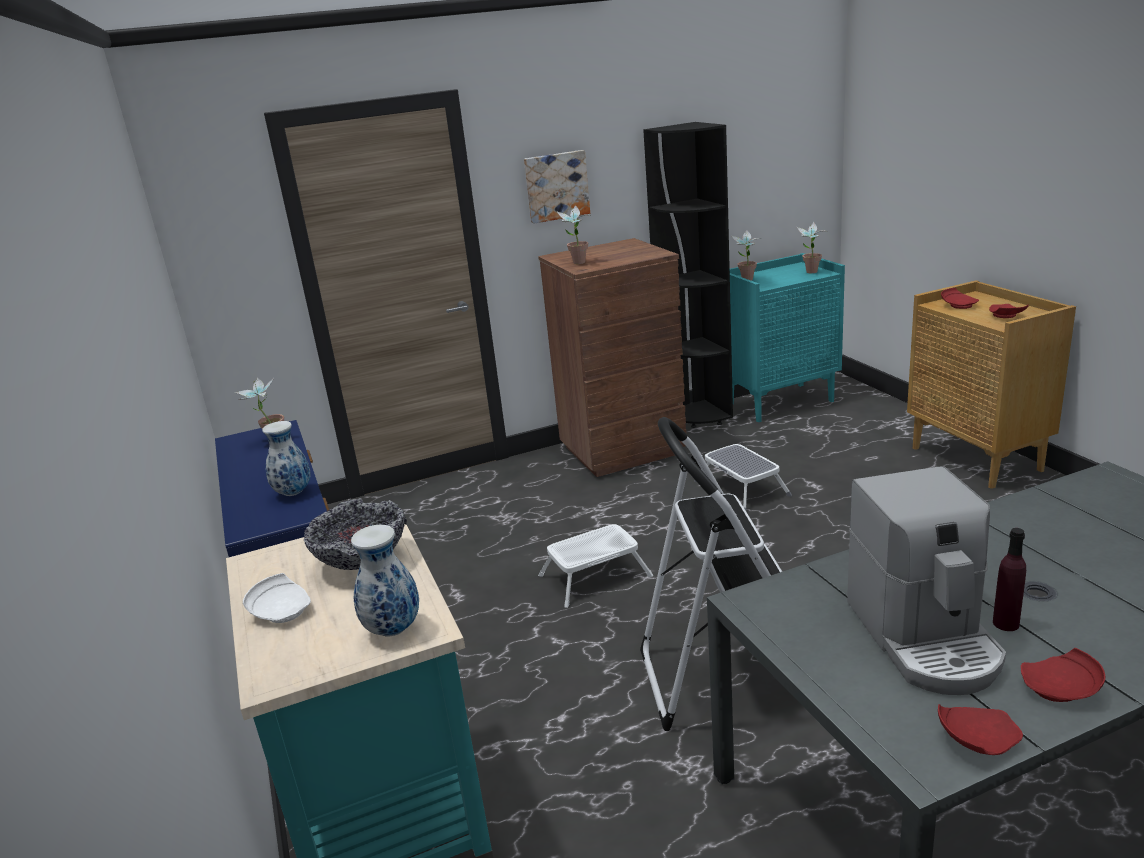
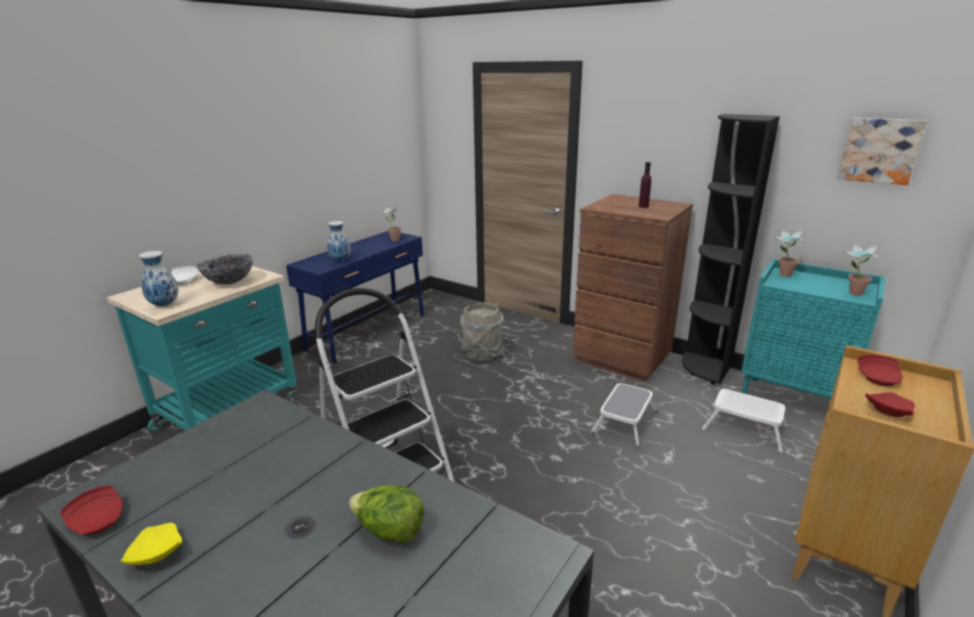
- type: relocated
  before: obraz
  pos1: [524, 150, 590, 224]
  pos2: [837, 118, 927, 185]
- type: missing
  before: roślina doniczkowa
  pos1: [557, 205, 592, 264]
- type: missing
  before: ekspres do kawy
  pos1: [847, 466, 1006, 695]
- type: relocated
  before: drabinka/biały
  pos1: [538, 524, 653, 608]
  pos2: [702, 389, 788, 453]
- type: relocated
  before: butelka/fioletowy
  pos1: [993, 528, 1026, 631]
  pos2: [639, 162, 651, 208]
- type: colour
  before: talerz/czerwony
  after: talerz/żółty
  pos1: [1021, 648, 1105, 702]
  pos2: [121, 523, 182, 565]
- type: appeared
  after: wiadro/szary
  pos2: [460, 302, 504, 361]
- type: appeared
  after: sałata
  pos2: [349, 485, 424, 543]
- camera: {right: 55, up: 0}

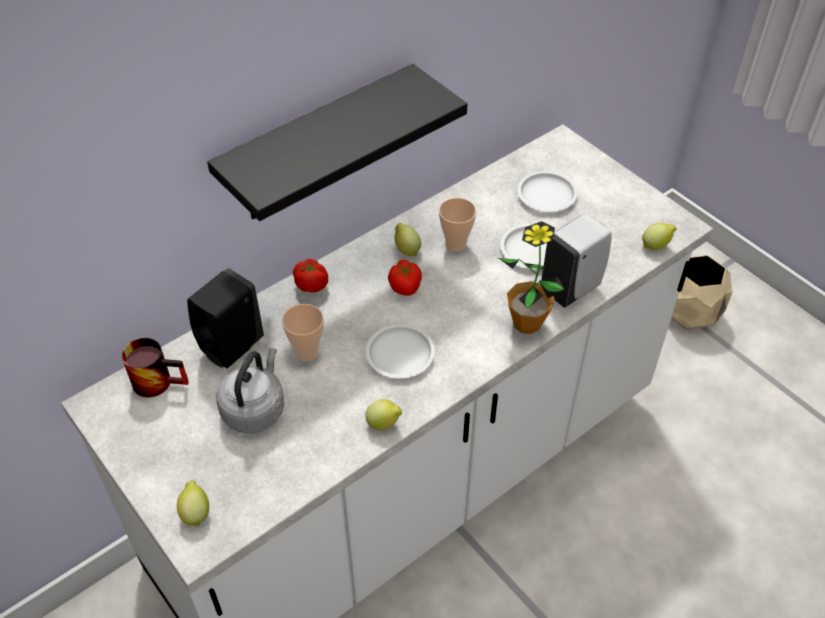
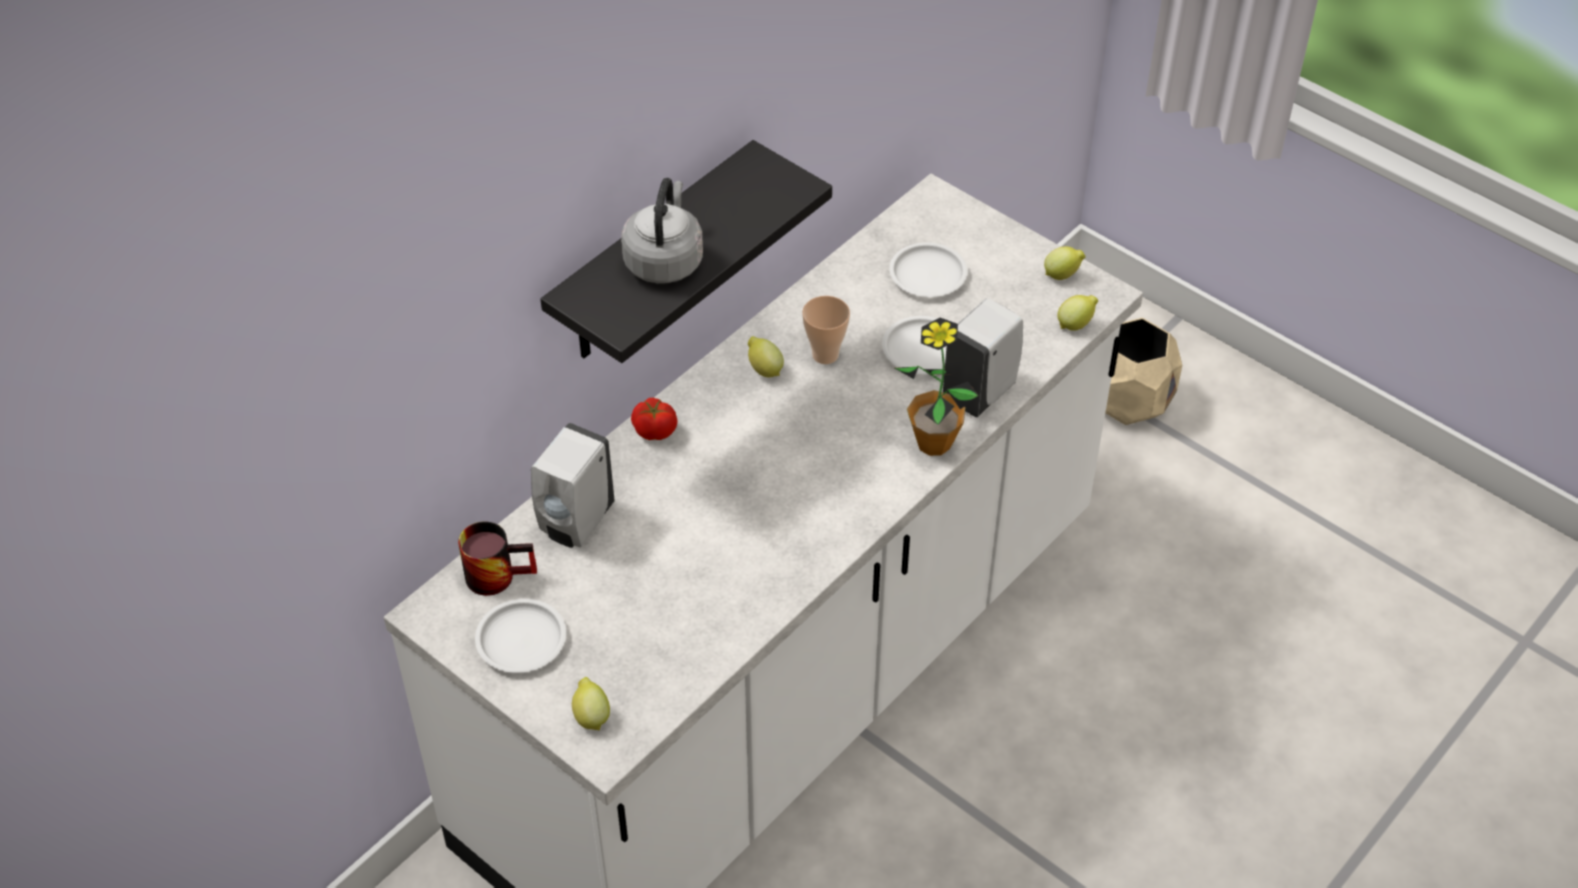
- type: missing
  before: pomidor
  pos1: [388, 260, 422, 296]
- type: colour
  before: dozownik mydła/czarny
  after: dozownik mydła/biały
  pos1: [187, 268, 264, 369]
  pos2: [531, 423, 615, 548]
- type: missing
  before: filiżanka
  pos1: [282, 304, 324, 361]
- type: relocated
  before: talerz/biały
  pos1: [366, 324, 435, 378]
  pos2: [475, 599, 566, 673]
- type: relocated
  before: czajnik/szary
  pos1: [216, 348, 284, 433]
  pos2: [621, 178, 703, 283]
- type: relocated
  before: cytryna
  pos1: [365, 400, 402, 430]
  pos2: [1044, 246, 1086, 280]
- camera: {right: -10, up: 0}

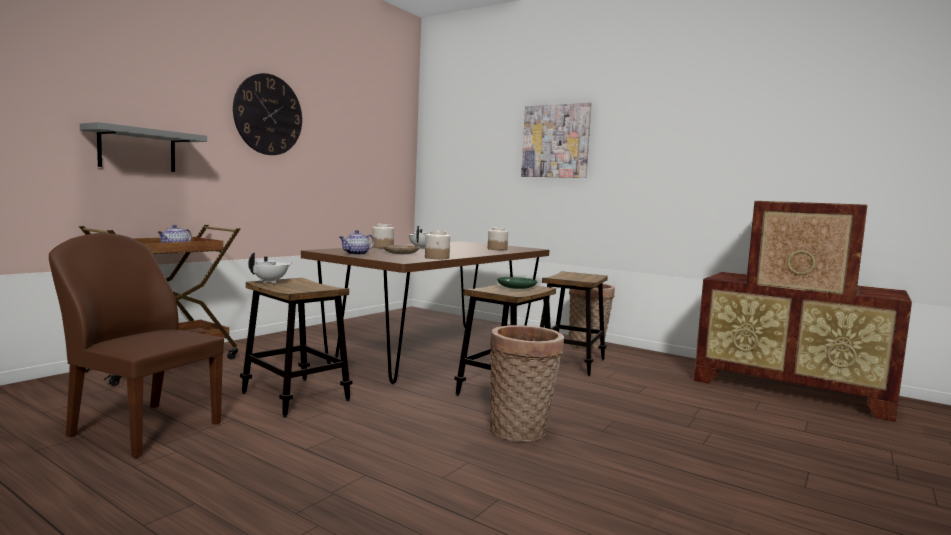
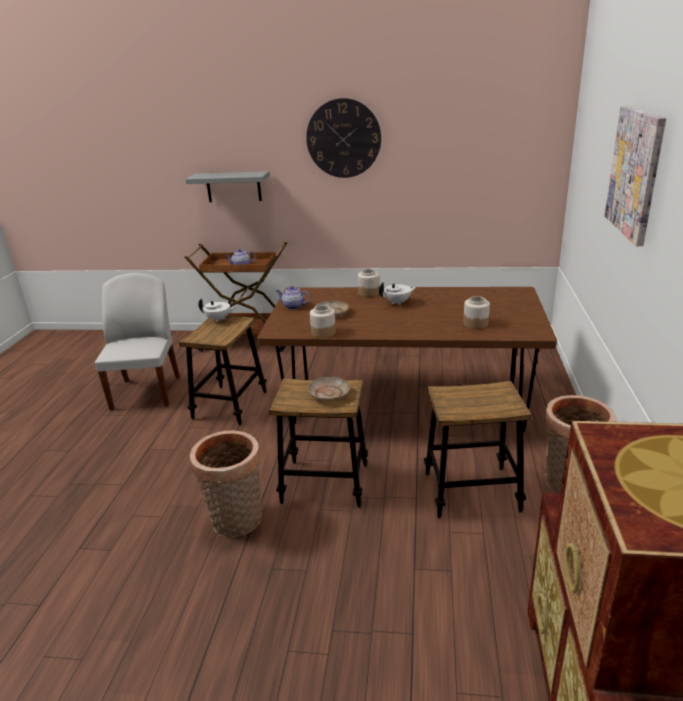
- type: colour
  before: krzesło/brązowy
  after: krzesło/biały
  pos1: [49, 233, 224, 458]
  pos2: [95, 273, 180, 411]
- type: colour
  before: talerz/zielony
  after: talerz/beżowy
  pos1: [497, 277, 537, 289]
  pos2: [308, 377, 350, 401]
- camera: {right: 65, up: 20}

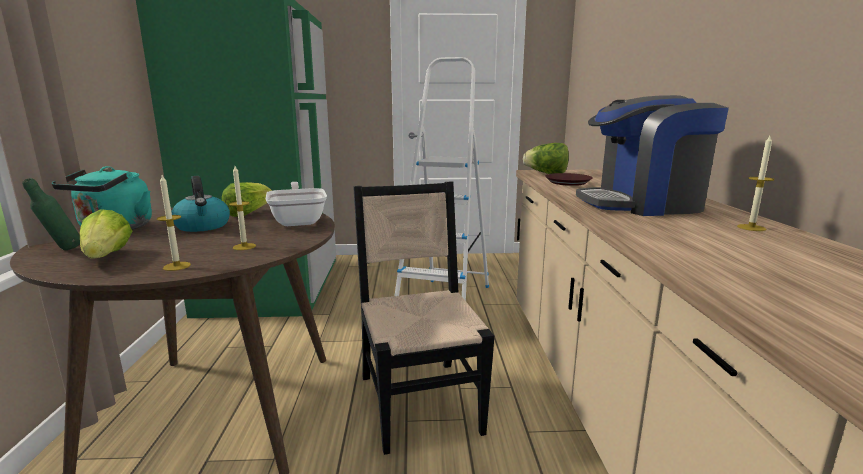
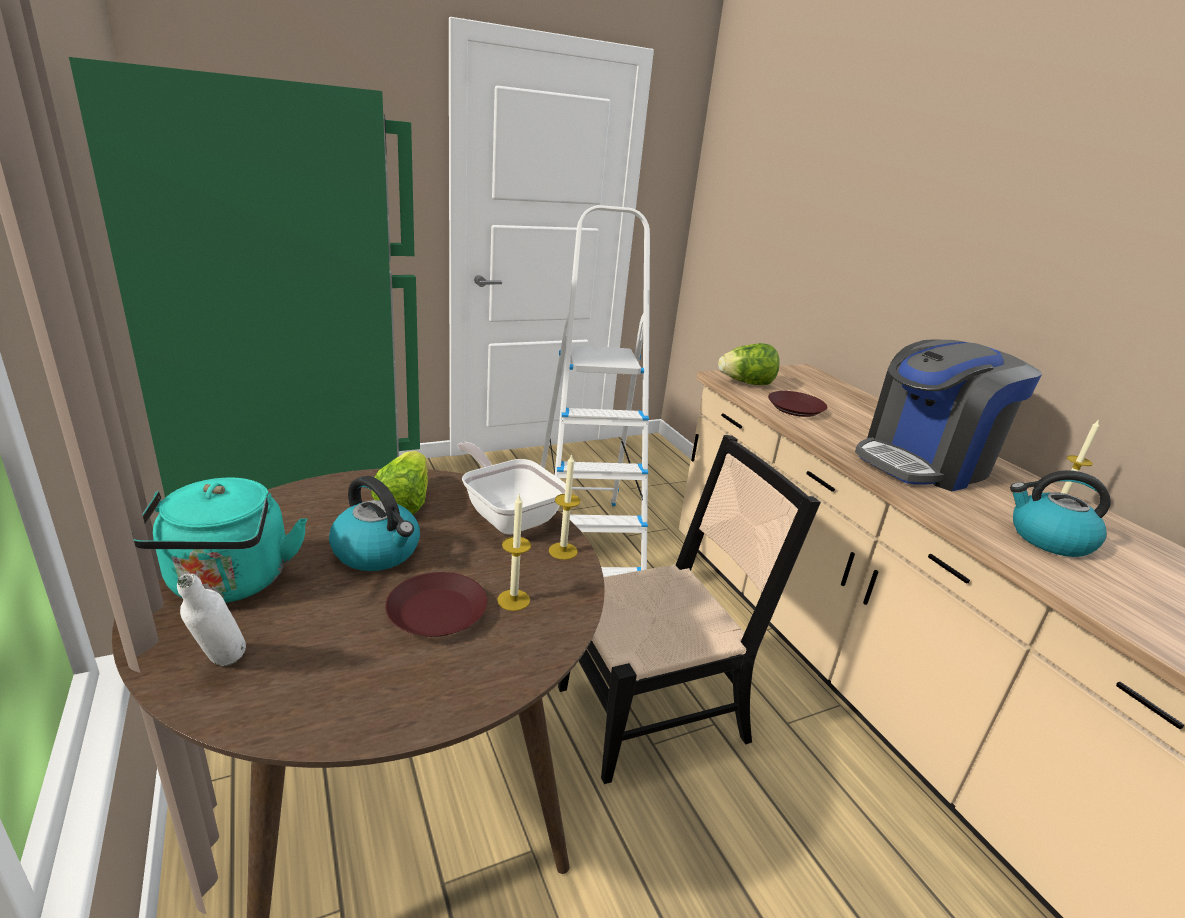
- type: relocated
  before: świeca
  pos1: [157, 175, 191, 271]
  pos2: [549, 454, 580, 560]
- type: colour
  before: butelka/zielony
  after: butelka/biały
  pos1: [22, 178, 80, 250]
  pos2: [177, 574, 246, 666]
- type: spun
  before: krzesło
  pos1: [353, 181, 494, 455]
  pos2: [558, 435, 821, 784]
  turn: 105
- type: missing
  before: sałata
  pos1: [80, 209, 132, 259]
- type: appeared
  after: czajnik
  pos2: [1010, 470, 1111, 557]
- type: appeared
  after: talerz/brązowy
  pos2: [385, 572, 487, 637]
- camera: {right: -25, up: 10}

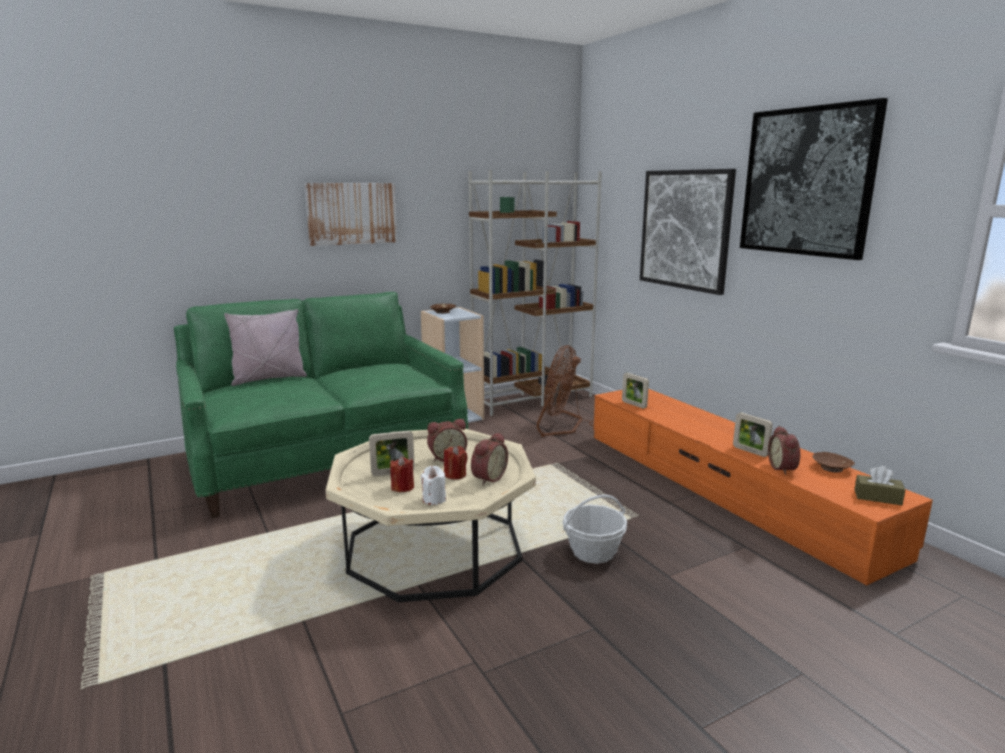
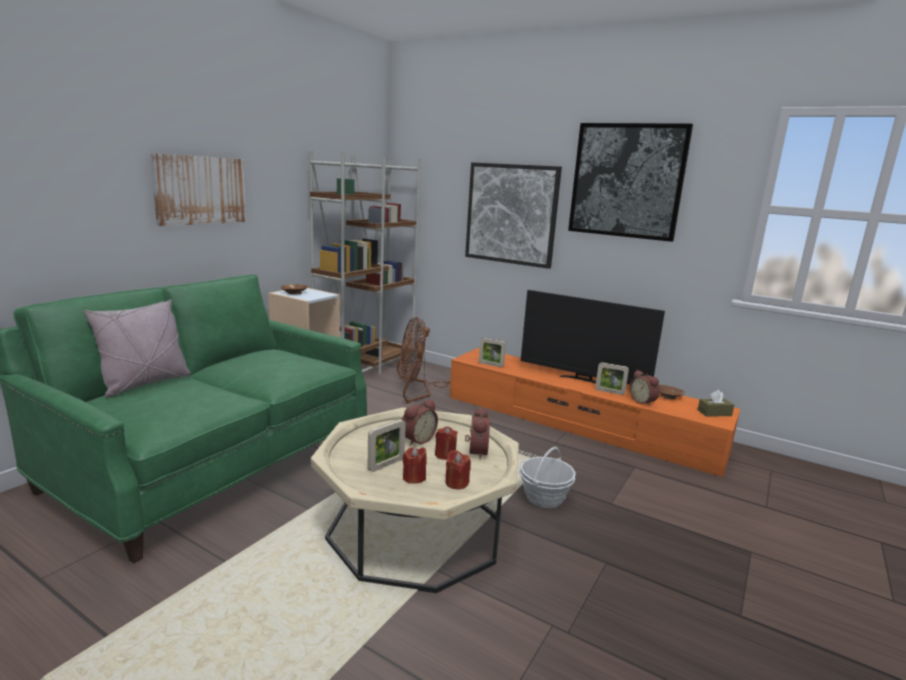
- type: colour
  before: świeca/biały
  after: świeca/czerwony
  pos1: [421, 466, 446, 505]
  pos2: [445, 450, 471, 489]
- type: appeared
  after: telewizor
  pos2: [521, 290, 665, 385]
- camera: {right: -30, up: 0}

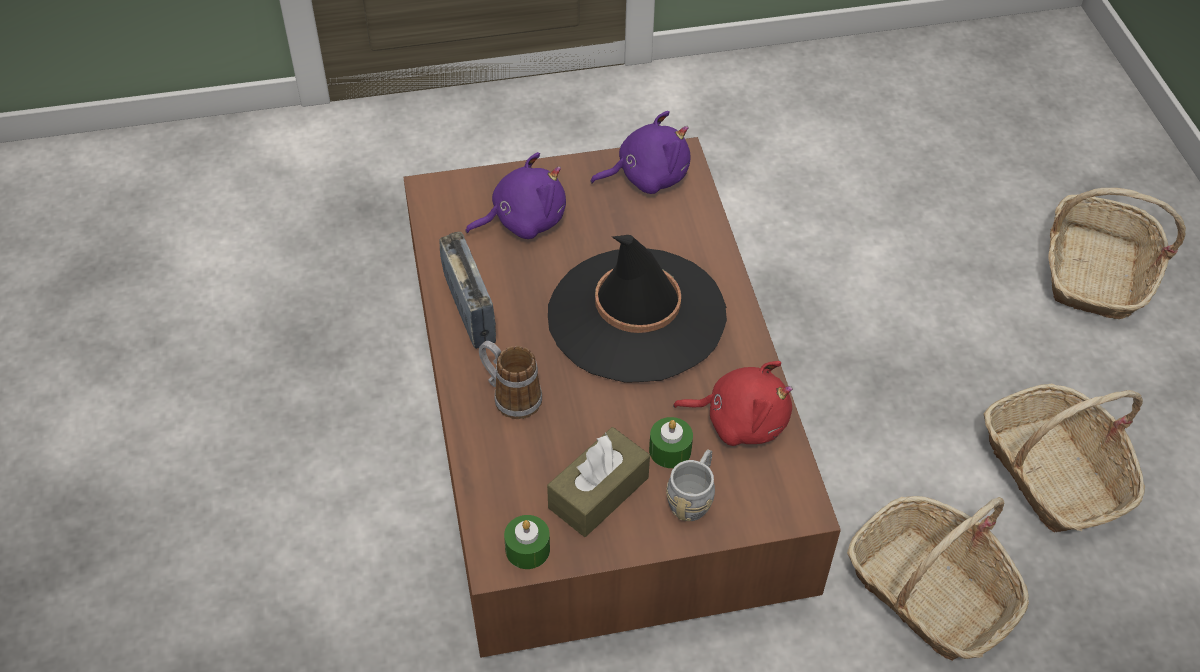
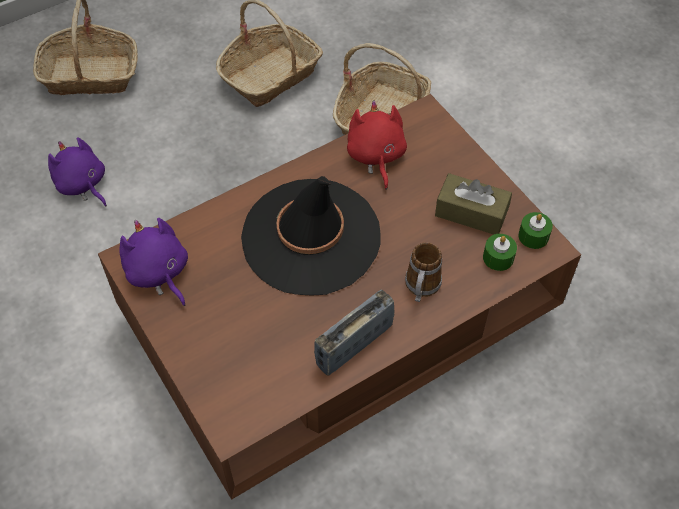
- type: relocated
  before: pluszak/fioletowy
  pos1: [465, 152, 566, 239]
  pos2: [48, 137, 107, 206]
- type: relocated
  before: świeca/zielony
  pos1: [649, 417, 693, 468]
  pos2: [483, 234, 517, 271]
- type: missing
  before: kubek/szary
  pos1: [666, 449, 715, 521]
- camera: {right: -110, up: 5}

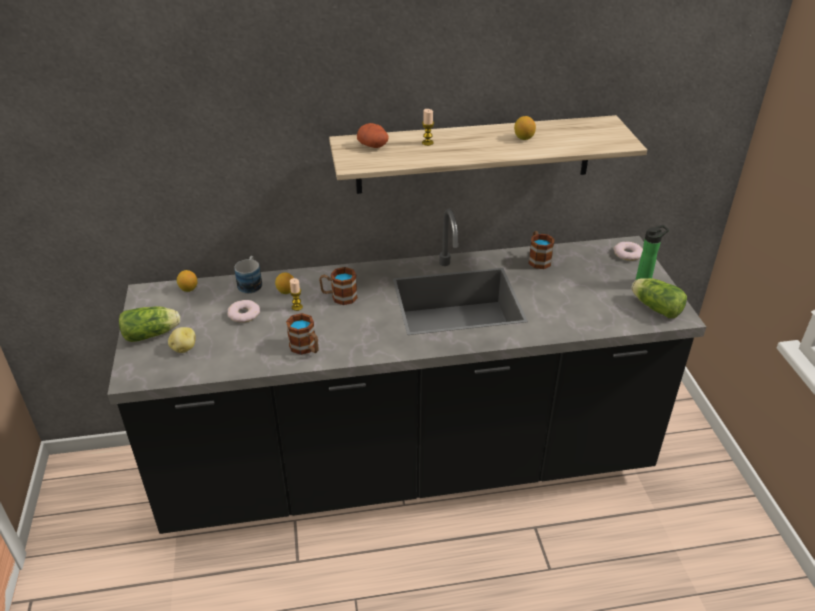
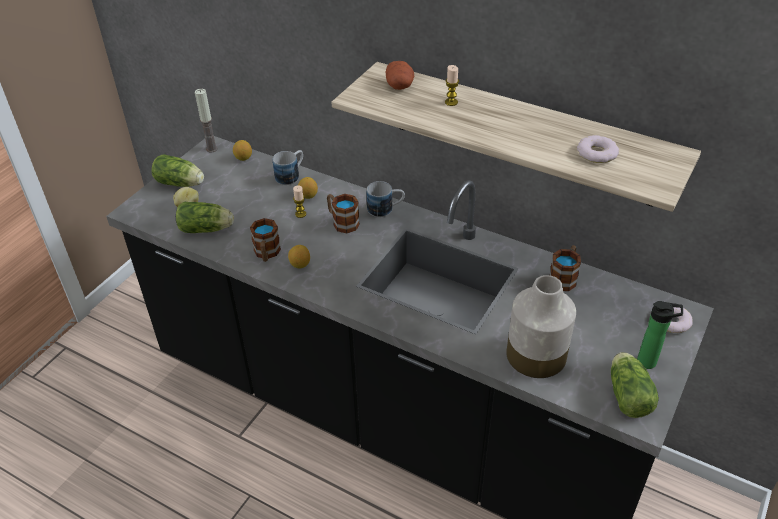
- type: relocated
  before: cytryna
  pos1: [514, 116, 536, 140]
  pos2: [288, 245, 310, 268]
- type: relocated
  before: donut
  pos1: [227, 300, 260, 323]
  pos2: [577, 135, 619, 163]
- type: appeared
  after: świeca
  pos2: [195, 89, 218, 153]
- type: appeared
  after: kubek
  pos2: [367, 181, 405, 217]
- type: appeared
  after: sałata
  pos2: [176, 202, 234, 233]
- type: appeared
  after: wazon/beżowy
  pos2: [506, 275, 576, 378]
- camera: {right: 40, up: 5}

